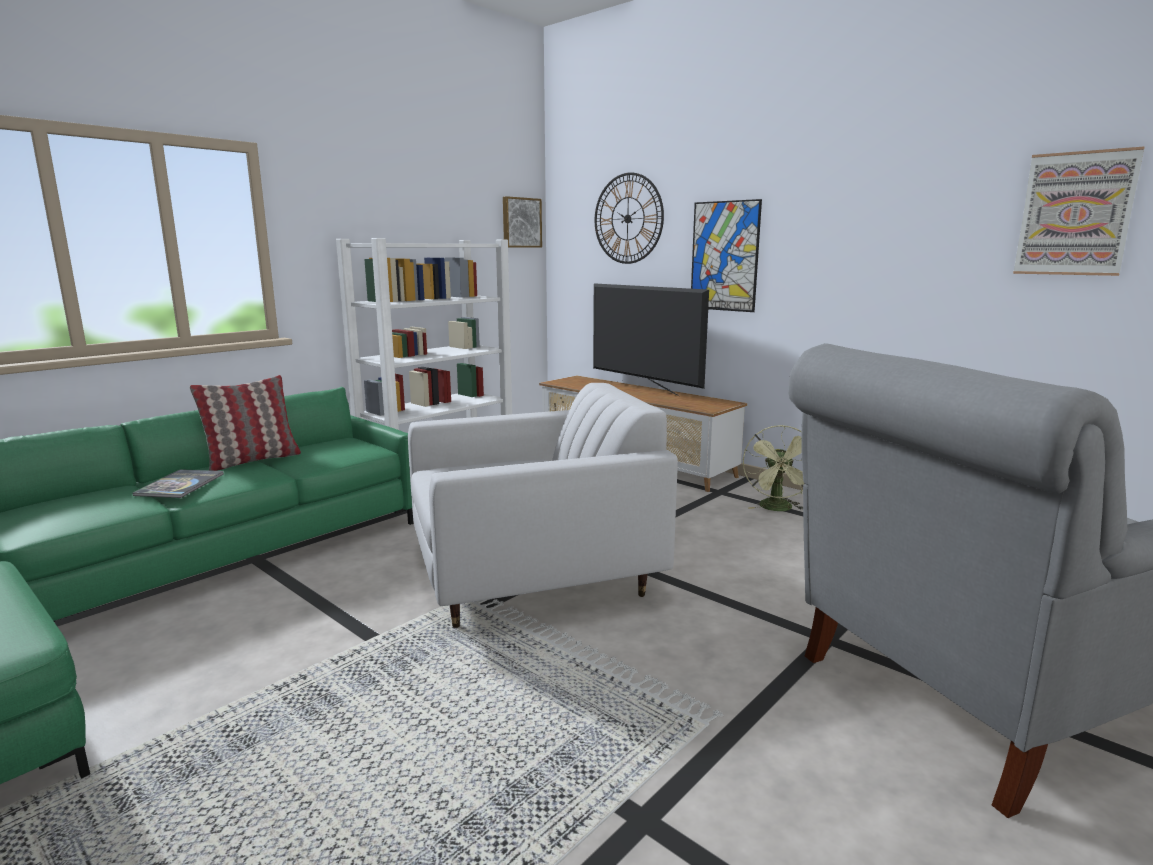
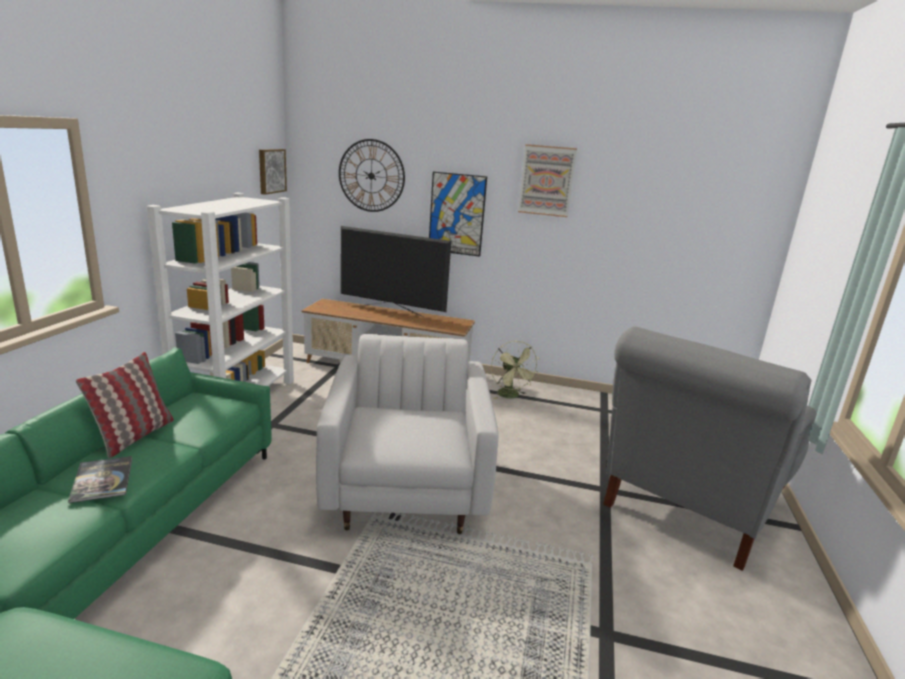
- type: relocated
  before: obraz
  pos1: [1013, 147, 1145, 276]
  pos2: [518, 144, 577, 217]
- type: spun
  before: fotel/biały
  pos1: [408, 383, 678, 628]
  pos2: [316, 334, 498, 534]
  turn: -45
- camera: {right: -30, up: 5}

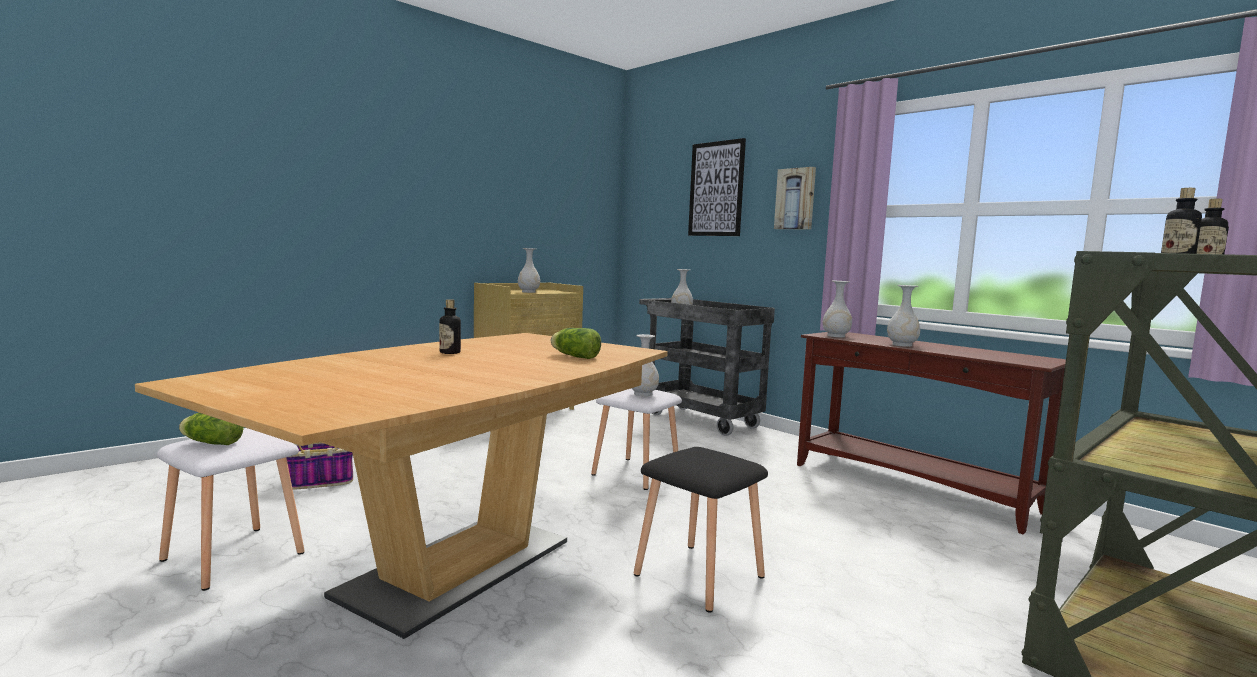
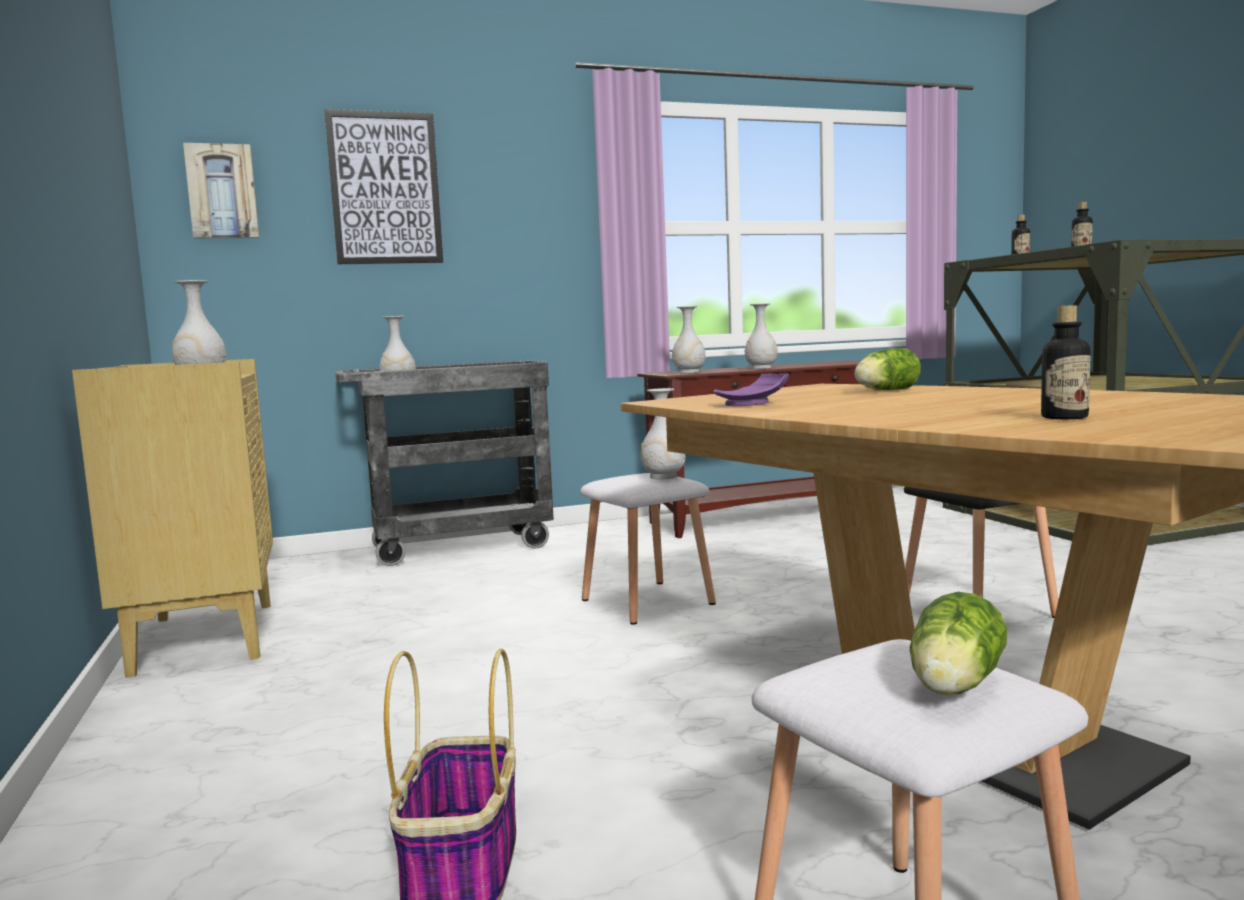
- type: relocated
  before: obraz
  pos1: [774, 167, 816, 229]
  pos2: [183, 143, 259, 238]
- type: relocated
  before: butelka
  pos1: [439, 299, 461, 354]
  pos2: [1041, 305, 1091, 419]
- type: appeared
  after: talerz/fioletowy
  pos2: [714, 374, 789, 406]
- camera: {right: -65, up: 0}

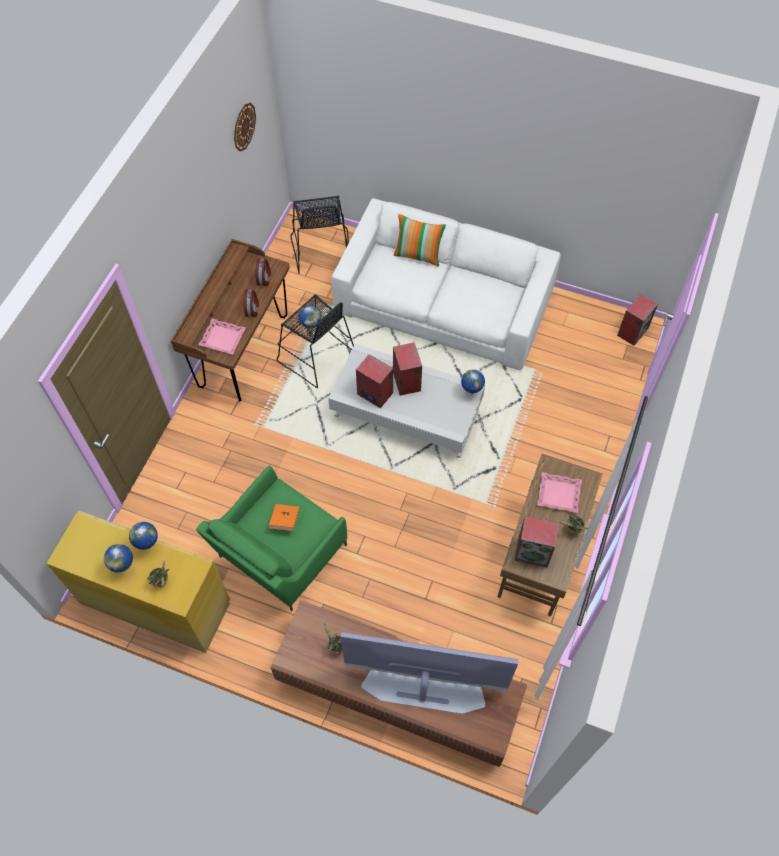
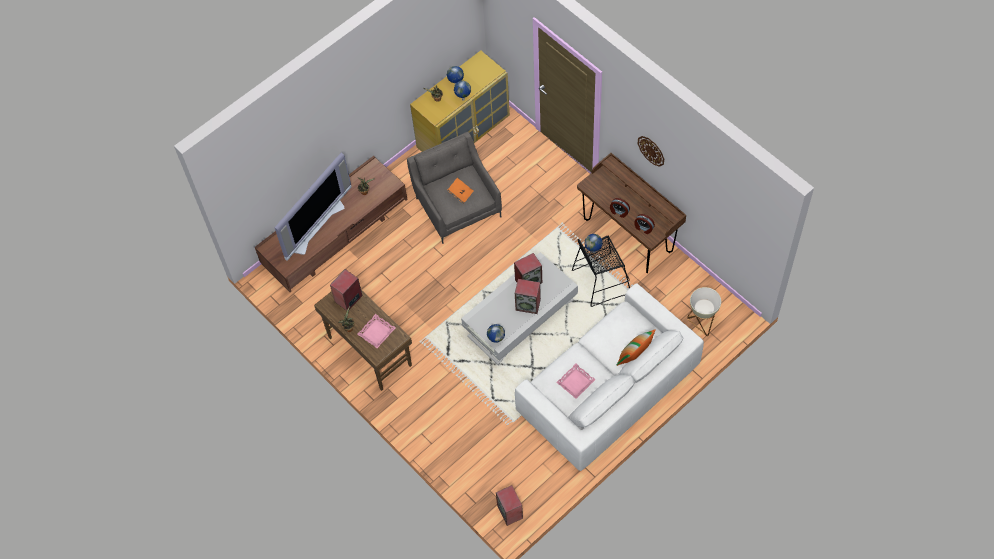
- type: relocated
  before: zegar ścienny
  pos1: [234, 103, 256, 152]
  pos2: [638, 136, 664, 167]
- type: exchanged
  before: stołek/czarny
  after: donica
  pos1: [291, 196, 349, 274]
  pos2: [687, 287, 721, 336]
- type: relocated
  before: taca/różowy
  pos1: [198, 318, 246, 355]
  pos2: [556, 363, 596, 399]
- type: colour
  before: fotel/zielony
  after: fotel/szary
  pos1: [196, 465, 347, 611]
  pos2: [407, 132, 502, 244]
- camera: {right: 120, up: 0}

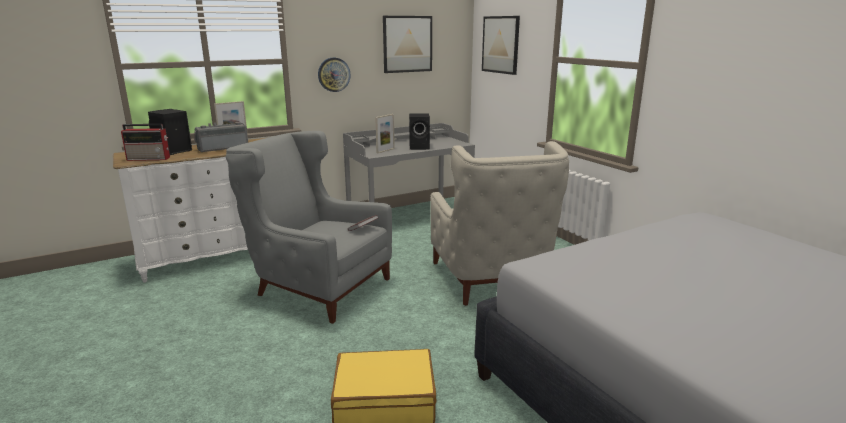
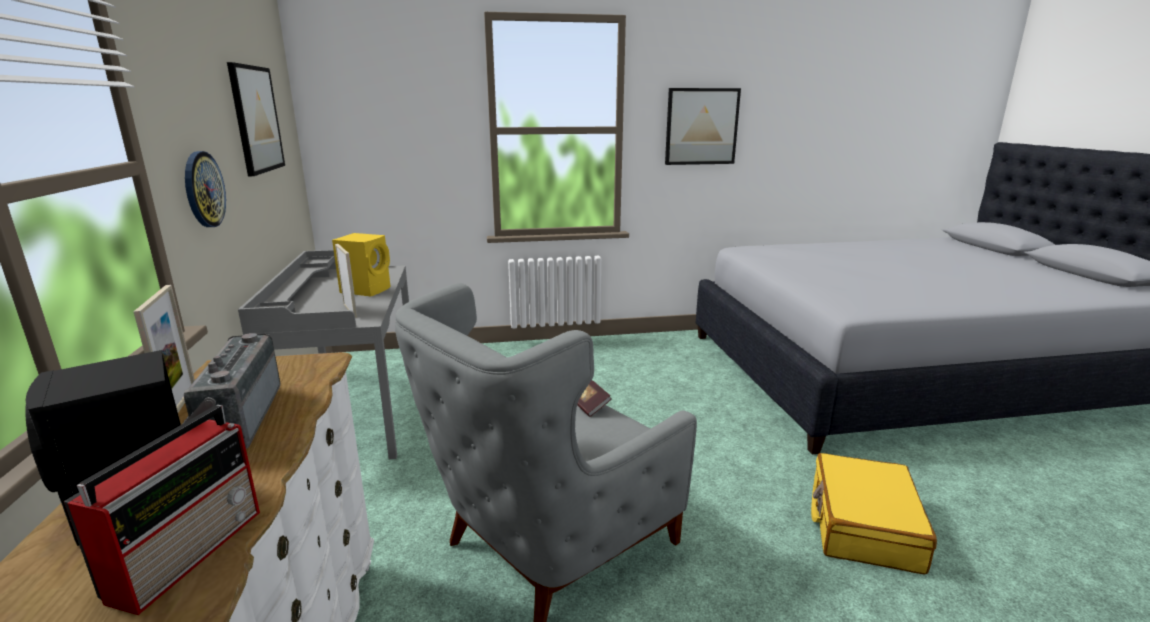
- type: relocated
  before: obraz
  pos1: [482, 16, 520, 75]
  pos2: [665, 88, 741, 165]
- type: colour
  before: głośnik/czarny
  after: głośnik/żółty
  pos1: [409, 113, 430, 150]
  pos2: [332, 233, 391, 297]
- type: missing
  before: fotel/beżowy
  pos1: [430, 141, 569, 306]
- camera: {right: -70, up: 0}

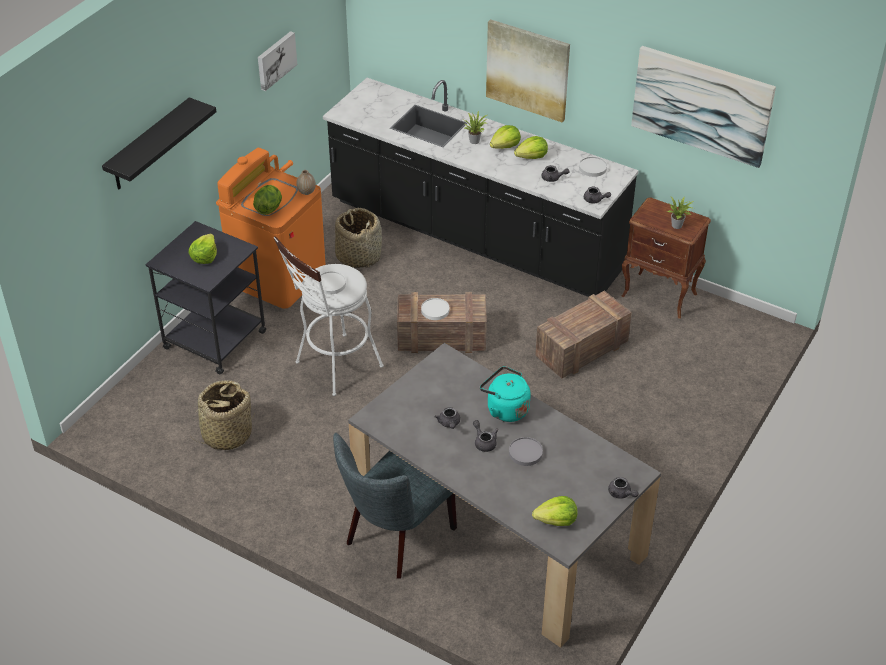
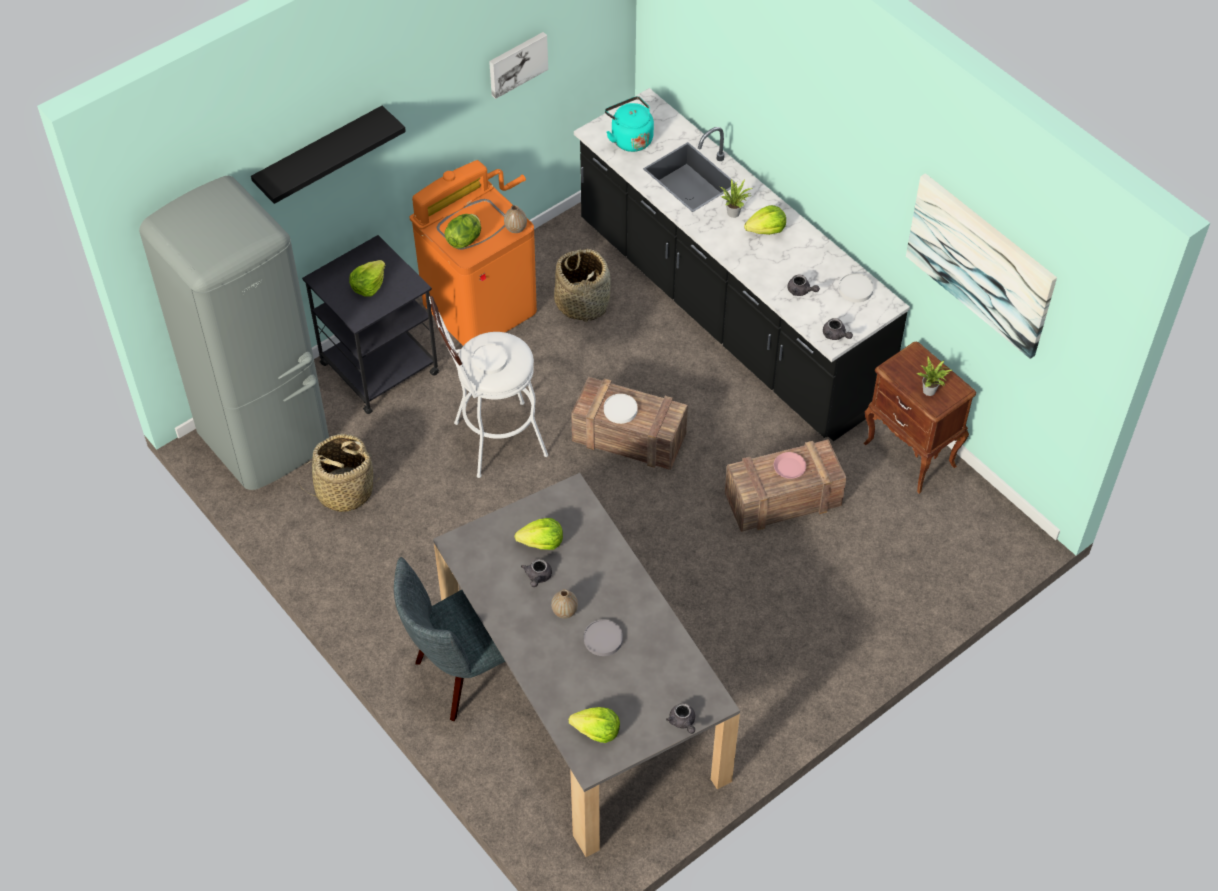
- type: missing
  before: obraz
  pos1: [486, 19, 570, 122]
- type: relocated
  before: sałata
  pos1: [514, 136, 548, 159]
  pos2: [514, 518, 563, 550]
- type: relocated
  before: czajnik/turkusowy
  pos1: [480, 366, 531, 422]
  pos2: [605, 96, 654, 152]
- type: exchanged
  before: imbryk/szary
  after: wazon
  pos1: [473, 420, 498, 452]
  pos2: [551, 589, 578, 619]
- type: appeared
  after: lodówka/szary
  pos2: [139, 176, 329, 490]
- type: appeared
  after: talerz/różowy
  pos2: [774, 452, 806, 479]
- camera: {right: 20, up: 10}

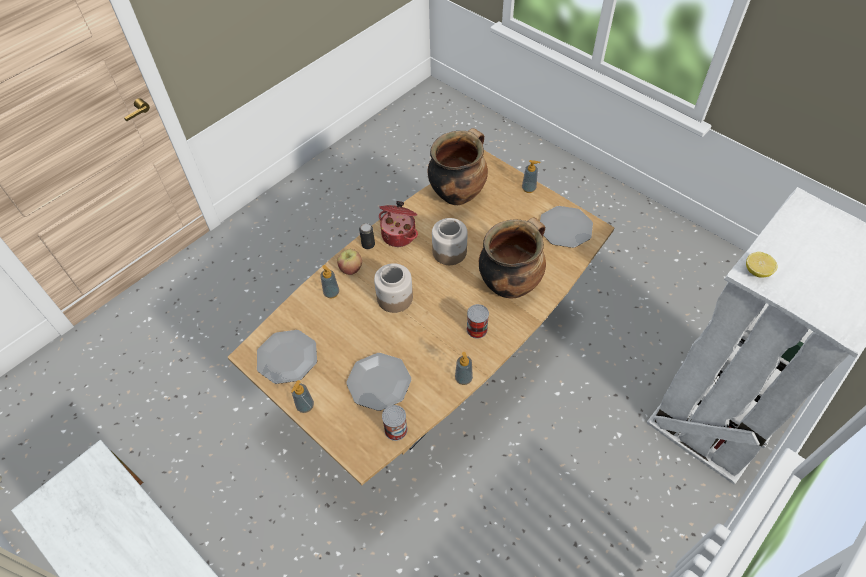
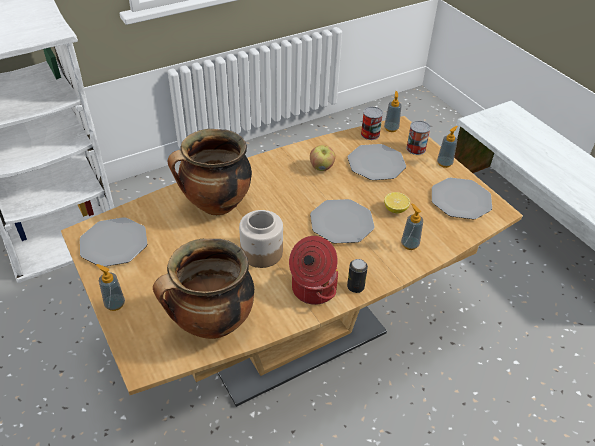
- type: relocated
  before: jabłko
  pos1: [337, 249, 362, 275]
  pos2: [310, 145, 335, 171]
- type: relocated
  before: cytryna
  pos1: [746, 252, 778, 278]
  pos2: [384, 192, 410, 214]
- type: exchanged
  before: słoik
  after: talerz
  pos1: [374, 263, 413, 313]
  pos2: [310, 199, 375, 243]
- type: relocated
  before: puszka
  pos1: [467, 304, 489, 339]
  pos2: [406, 121, 431, 155]
- type: relocated
  before: dozownik mydła
  pos1: [455, 352, 473, 385]
  pos2: [384, 91, 402, 132]
- camera: {right: -165, up: -10}

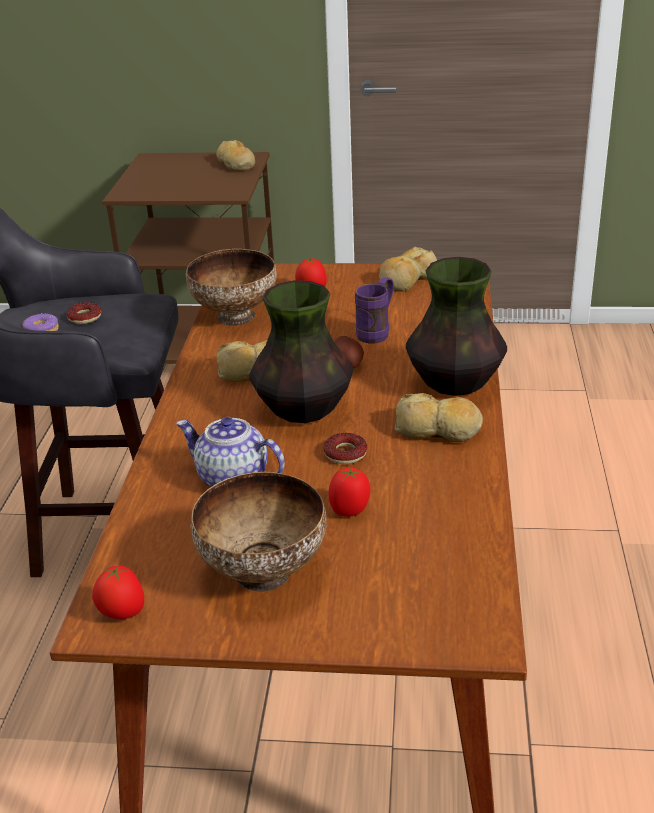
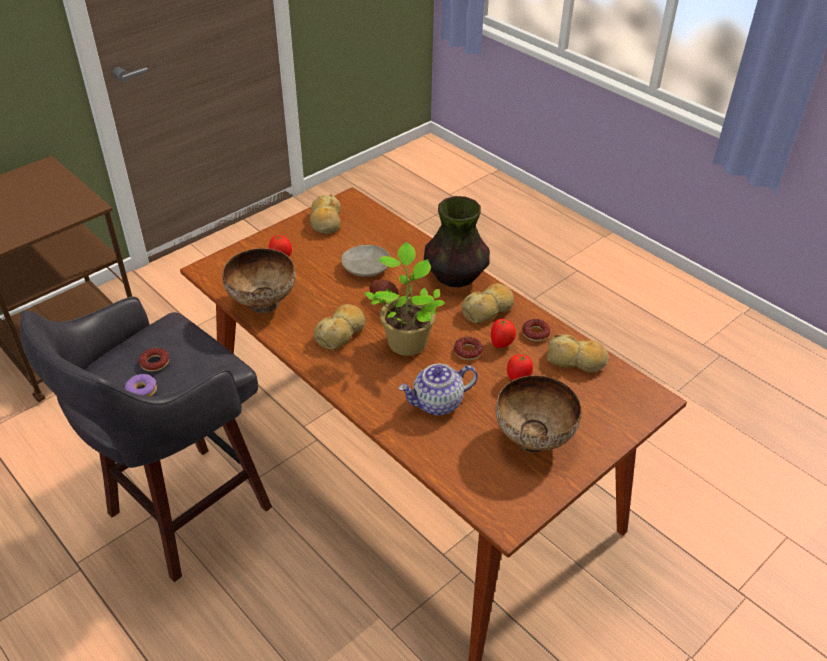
- type: relocated
  before: chleb
  pos1: [216, 139, 255, 171]
  pos2: [547, 334, 609, 373]
- type: exchanged
  before: kubek/fioletowy
  after: talerz/beżowy
  pos1: [355, 277, 394, 343]
  pos2: [341, 245, 390, 277]
- type: exchanged
  before: wazon
  after: roślina doniczkowa
  pos1: [249, 280, 353, 423]
  pos2: [365, 242, 445, 356]
- type: relocated
  before: pomidor
  pos1: [92, 565, 144, 619]
  pos2: [491, 318, 516, 348]
- type: appeared
  after: donut
  pos2: [522, 319, 551, 341]
- camera: {right: -50, up: 10}

